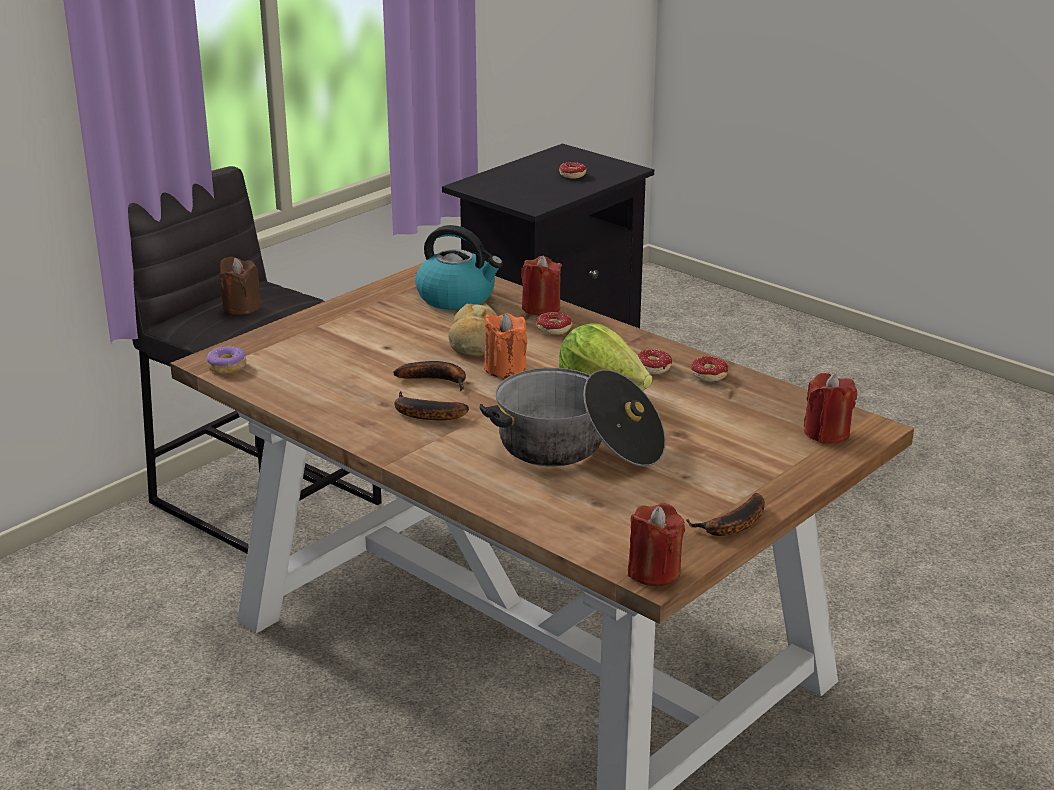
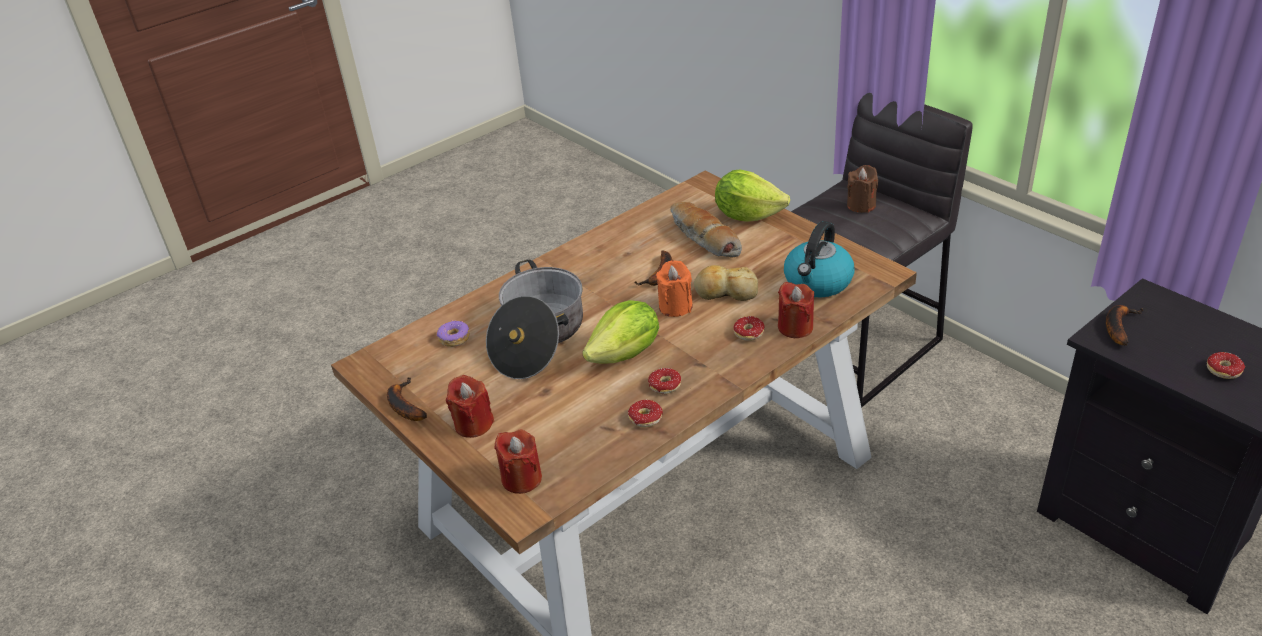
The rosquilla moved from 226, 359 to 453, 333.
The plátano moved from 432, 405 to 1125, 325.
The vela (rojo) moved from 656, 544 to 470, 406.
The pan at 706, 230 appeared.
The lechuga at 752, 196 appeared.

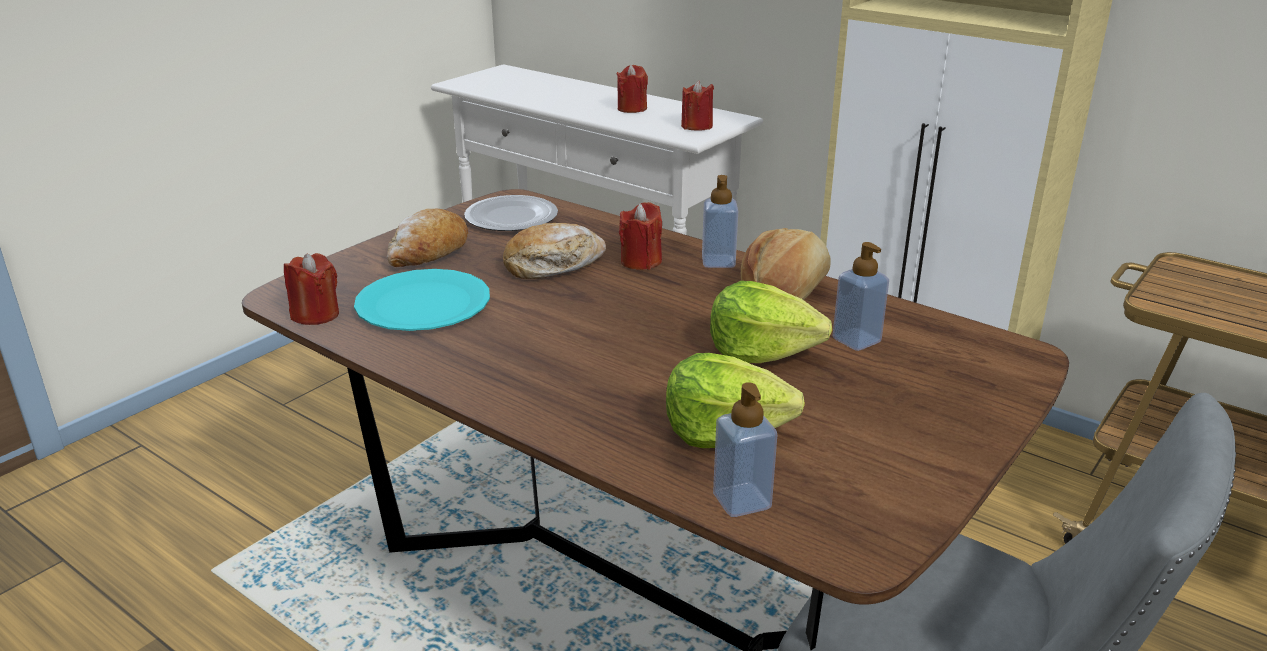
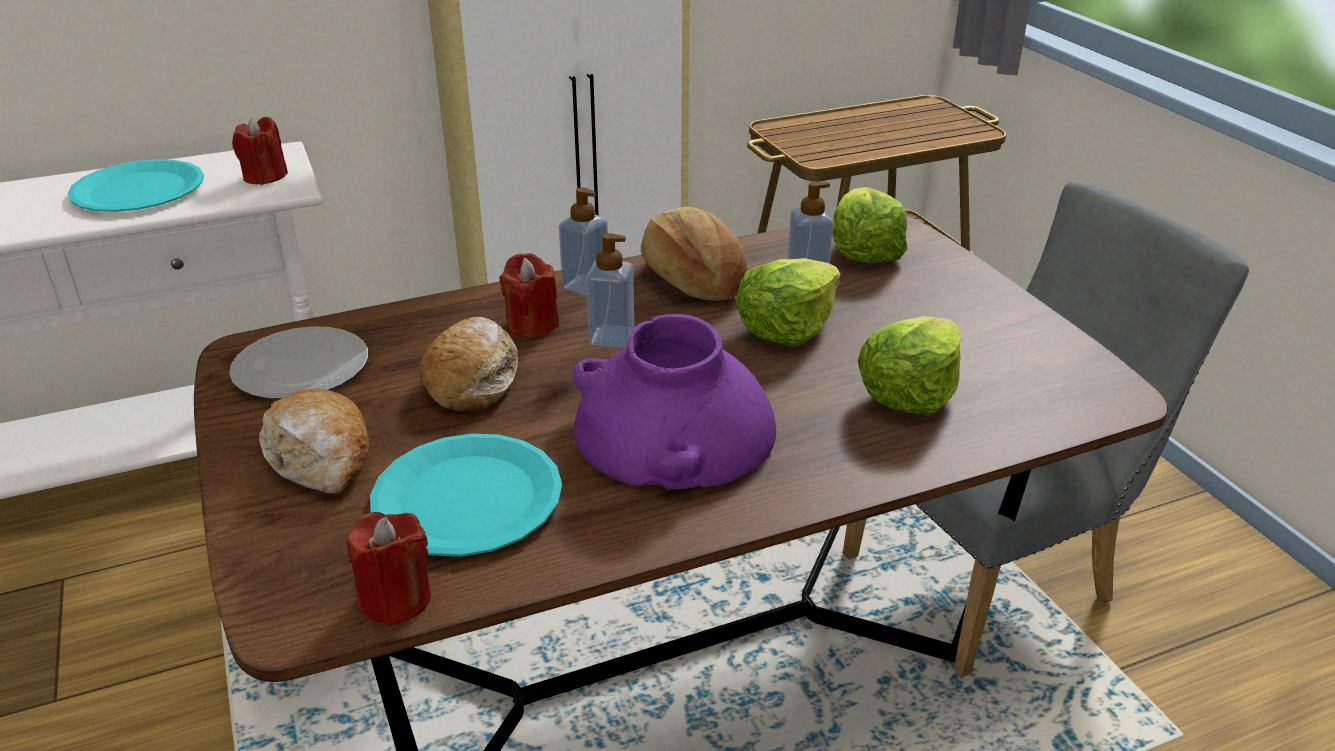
The vela (rojo) at 632, 89 was replaced by the plato (turquesa) at 135, 185.
The dispensador de jabón moved from 745, 449 to 610, 290.
The florero (morado) at 674, 401 appeared.
The lechuga at 869, 225 appeared.

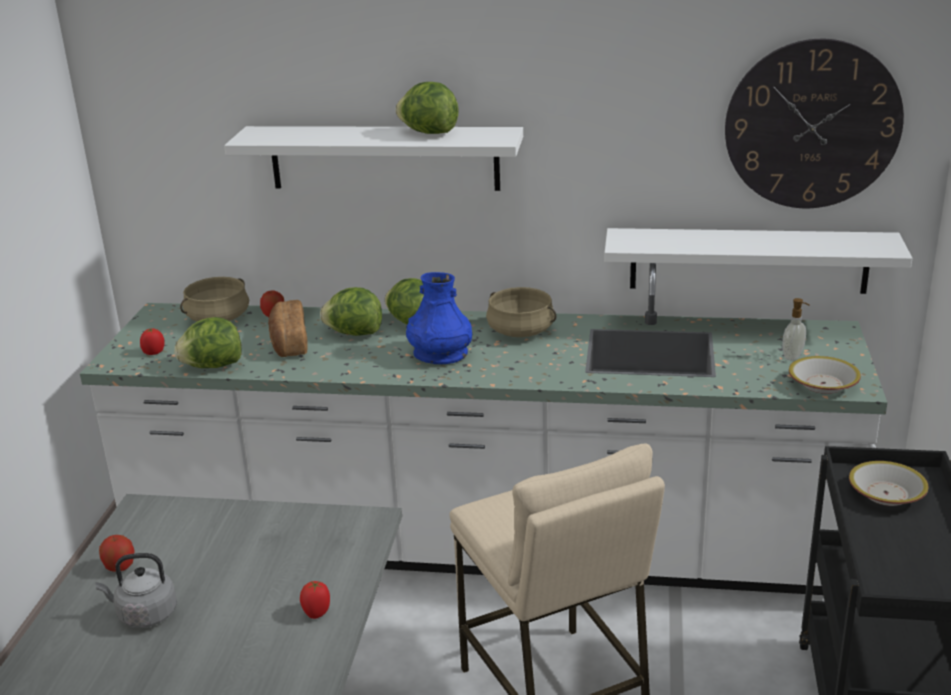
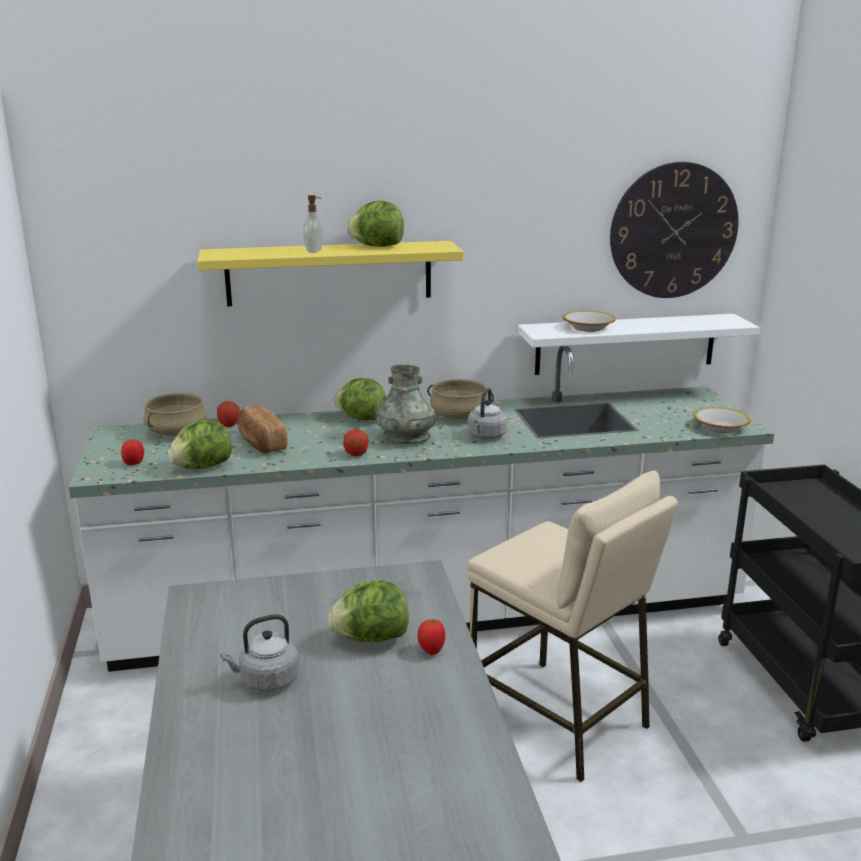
The manzana moved from 117, 553 to 355, 442.
The estante (blanco) at 373, 158 became the estante (amarillo) at 330, 274.
The lechuga moved from 351, 311 to 368, 611.
The florero (azul) at 439, 318 became the florero (gris) at 405, 404.
The dispensador de jabón moved from 796, 329 to 313, 224.
The cuenco moved from 888, 483 to 589, 321.
The hervidor (gris) at 487, 414 appeared.

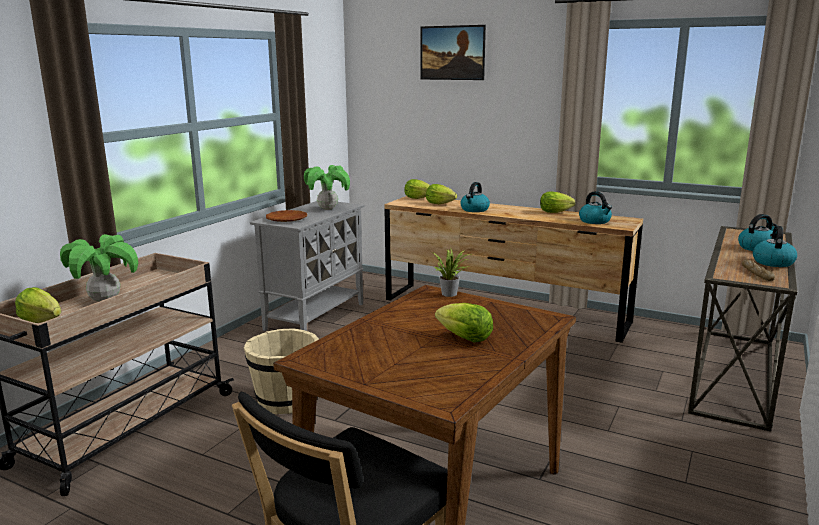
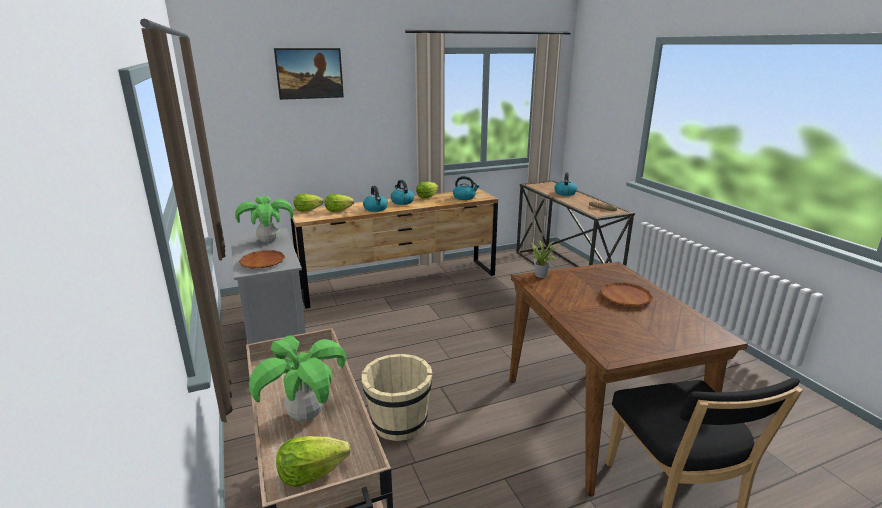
The lechuga at 464, 323 was replaced by the plato (marrón) at 626, 294.
The hervidor moved from 775, 246 to 402, 192.

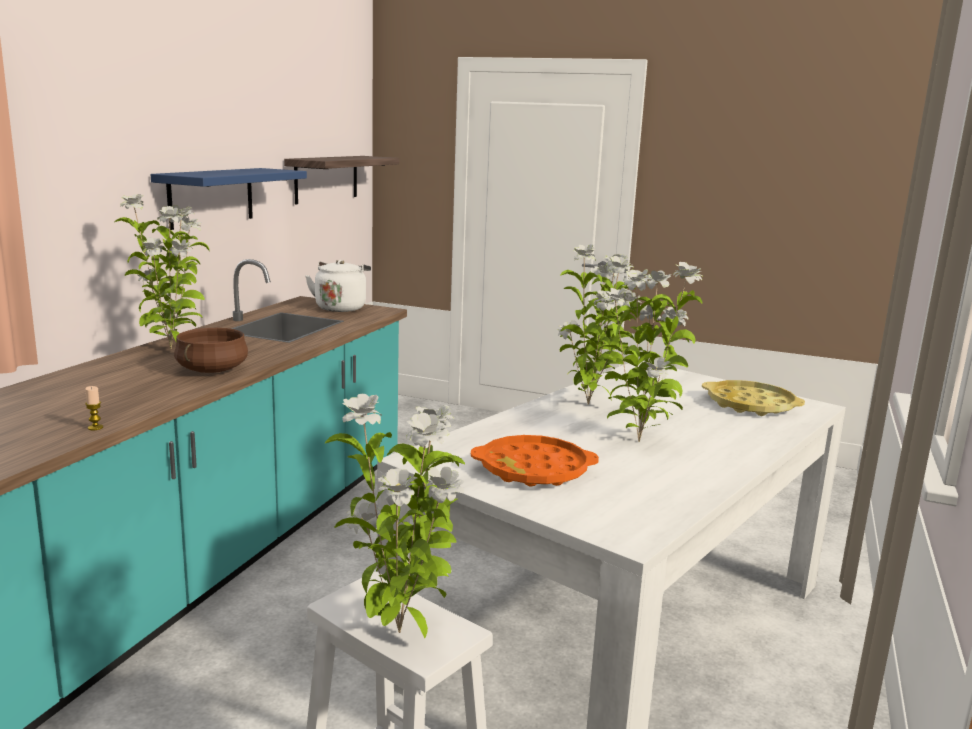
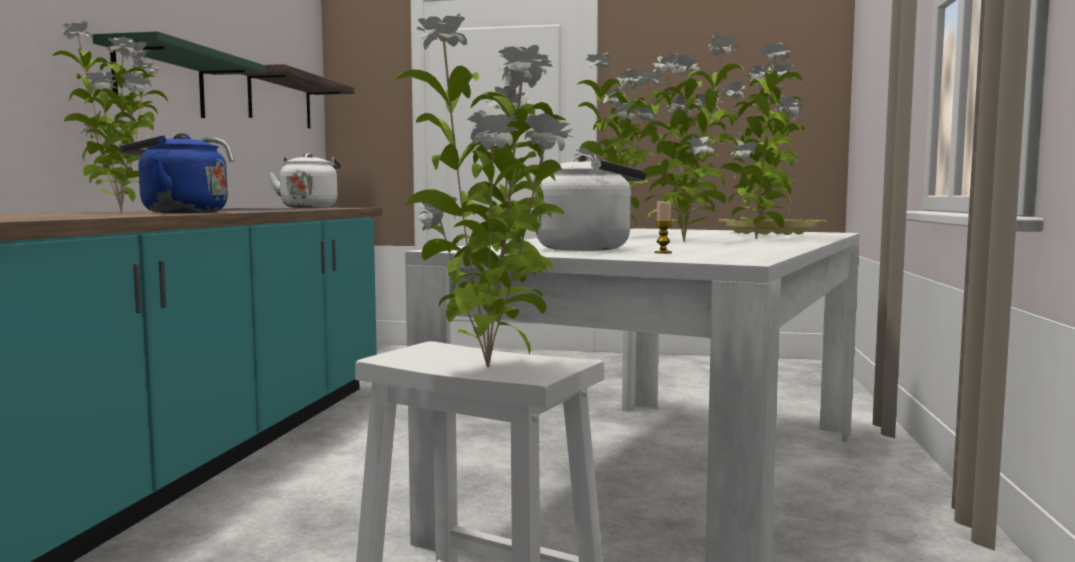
The vela moved from 94, 408 to 663, 227.
The estante (azul) at 229, 199 became the estante (verde) at 179, 74.
The olla (marrón) at 211, 350 was replaced by the hervidor (azul) at 174, 173.
The bandeja (naranja) at 535, 460 was replaced by the hervidor (blanco) at 590, 203.
The planta en maceta at 761, 140 appeared.

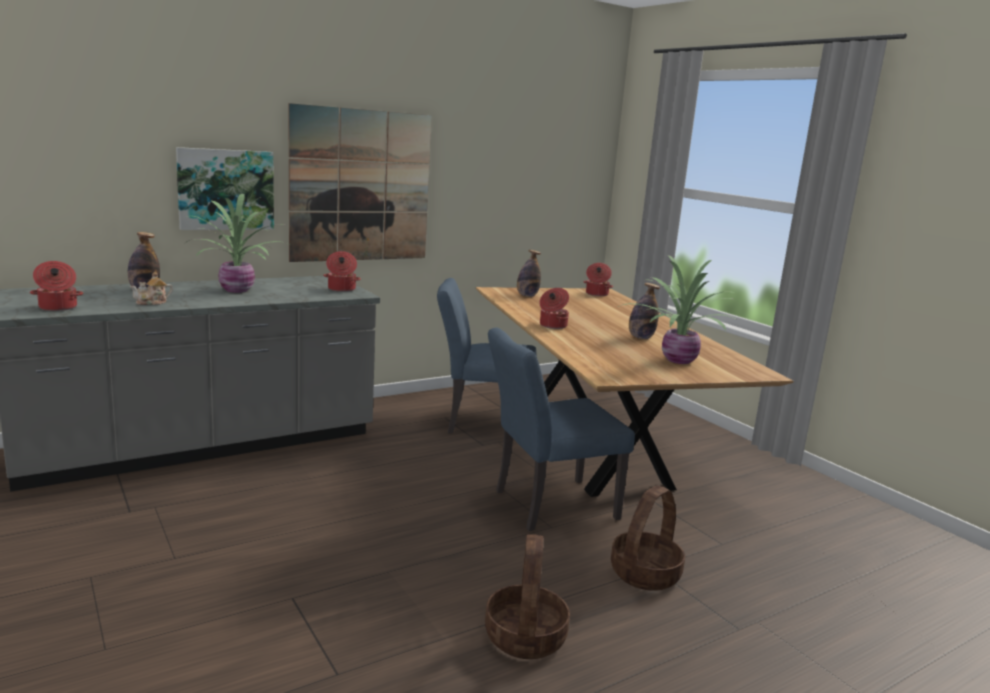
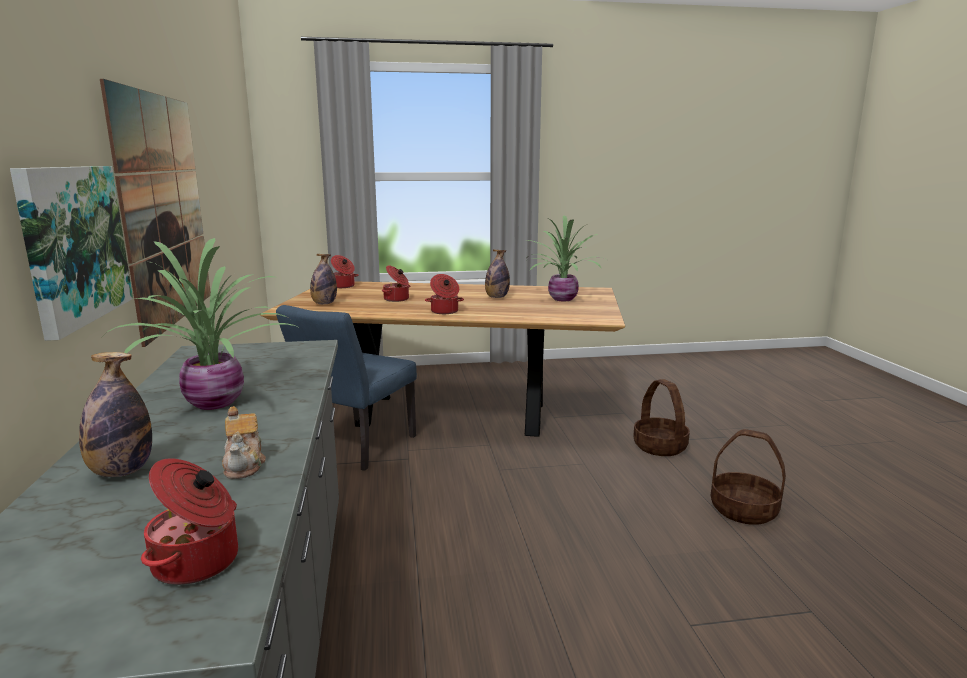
The olla moved from 342, 271 to 396, 283.
The silla (azul) at 561, 429 disappeared.

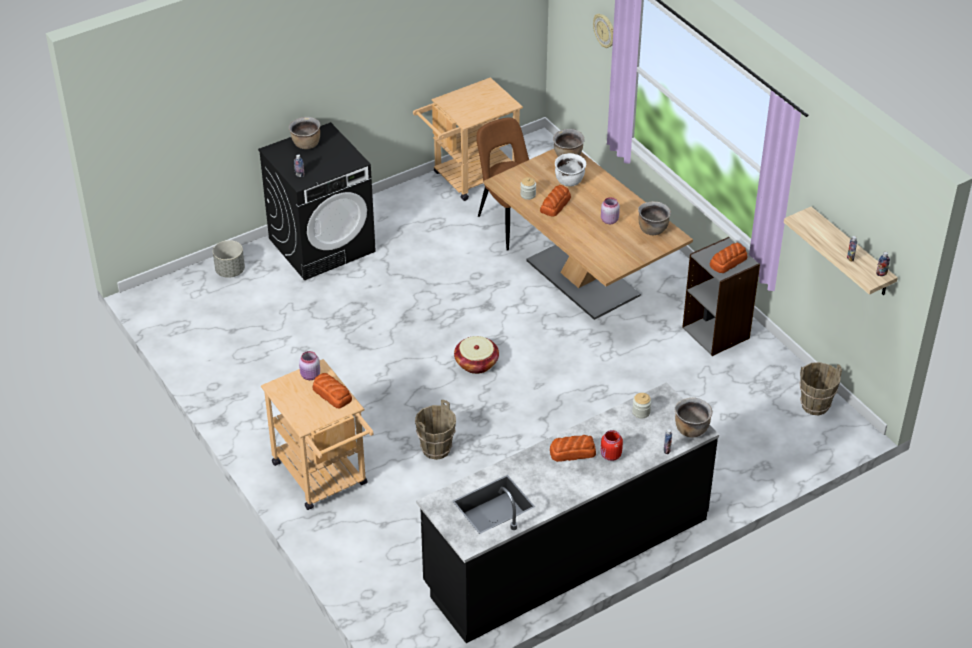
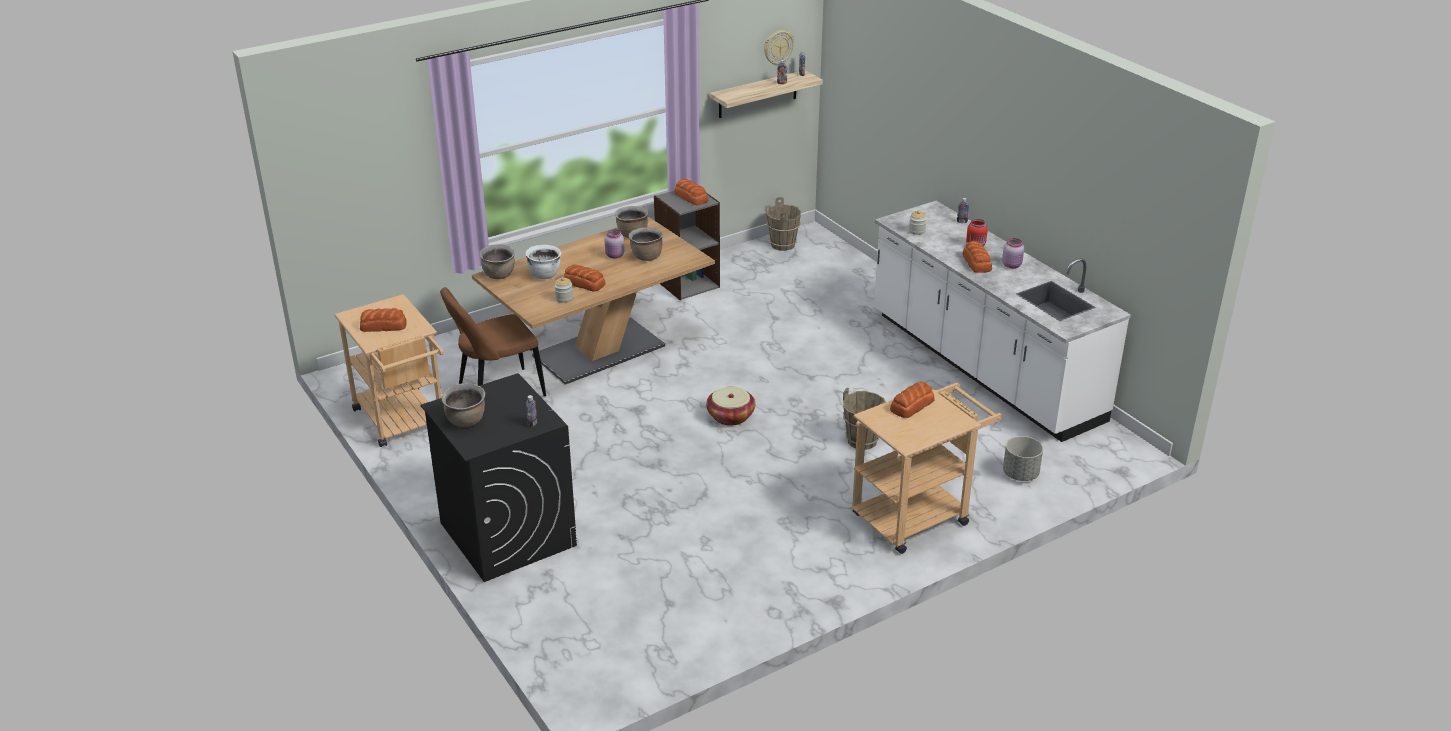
The maceta (gris) moved from 229, 259 to 1023, 458.
The tarro (rosa) moved from 309, 365 to 1013, 253.
The mueble bajo de cocina (negro) at 567, 512 became the mueble bajo de cocina (blanco) at 1002, 321.
The reloj de pared moved from 603, 31 to 779, 47.
The olla (marrón) moved from 693, 418 to 646, 244.
The pan at 383, 320 appeared.

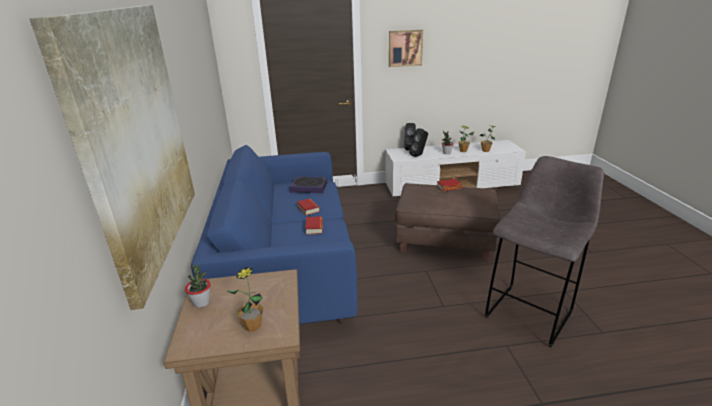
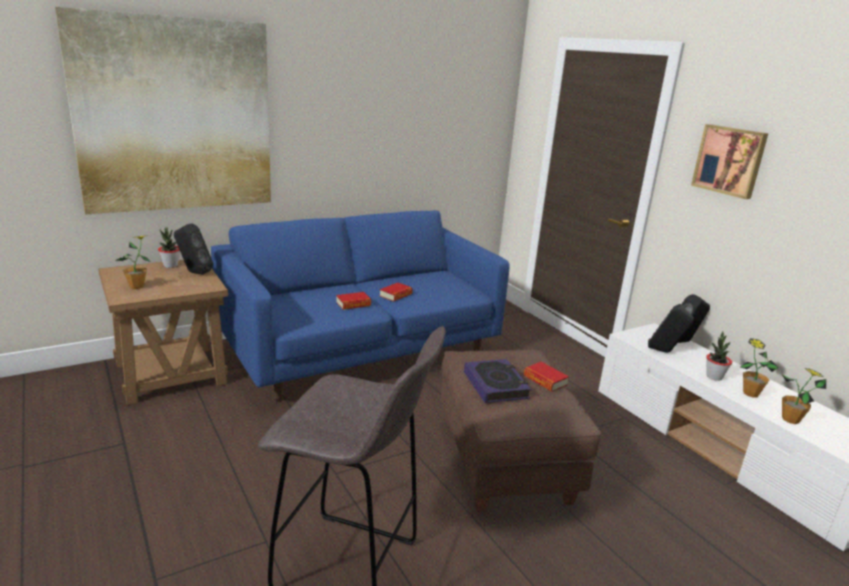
The libro moved from 309, 184 to 498, 381.
The altavoz (negro) at 193, 249 appeared.

